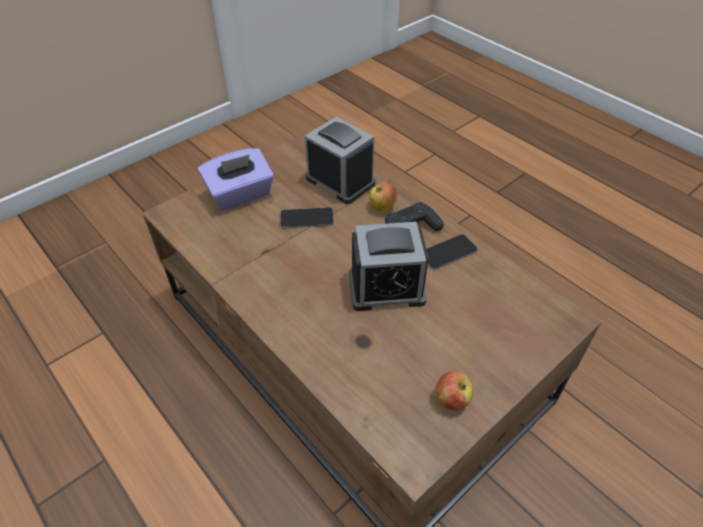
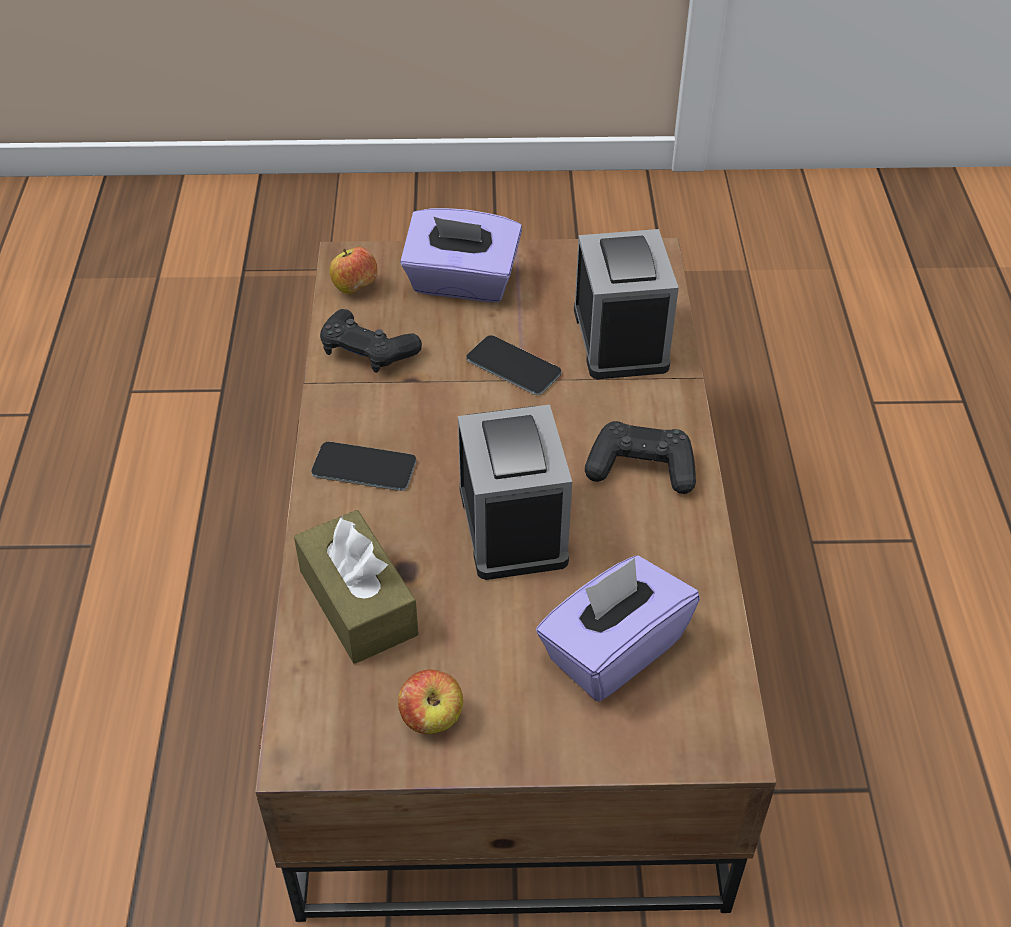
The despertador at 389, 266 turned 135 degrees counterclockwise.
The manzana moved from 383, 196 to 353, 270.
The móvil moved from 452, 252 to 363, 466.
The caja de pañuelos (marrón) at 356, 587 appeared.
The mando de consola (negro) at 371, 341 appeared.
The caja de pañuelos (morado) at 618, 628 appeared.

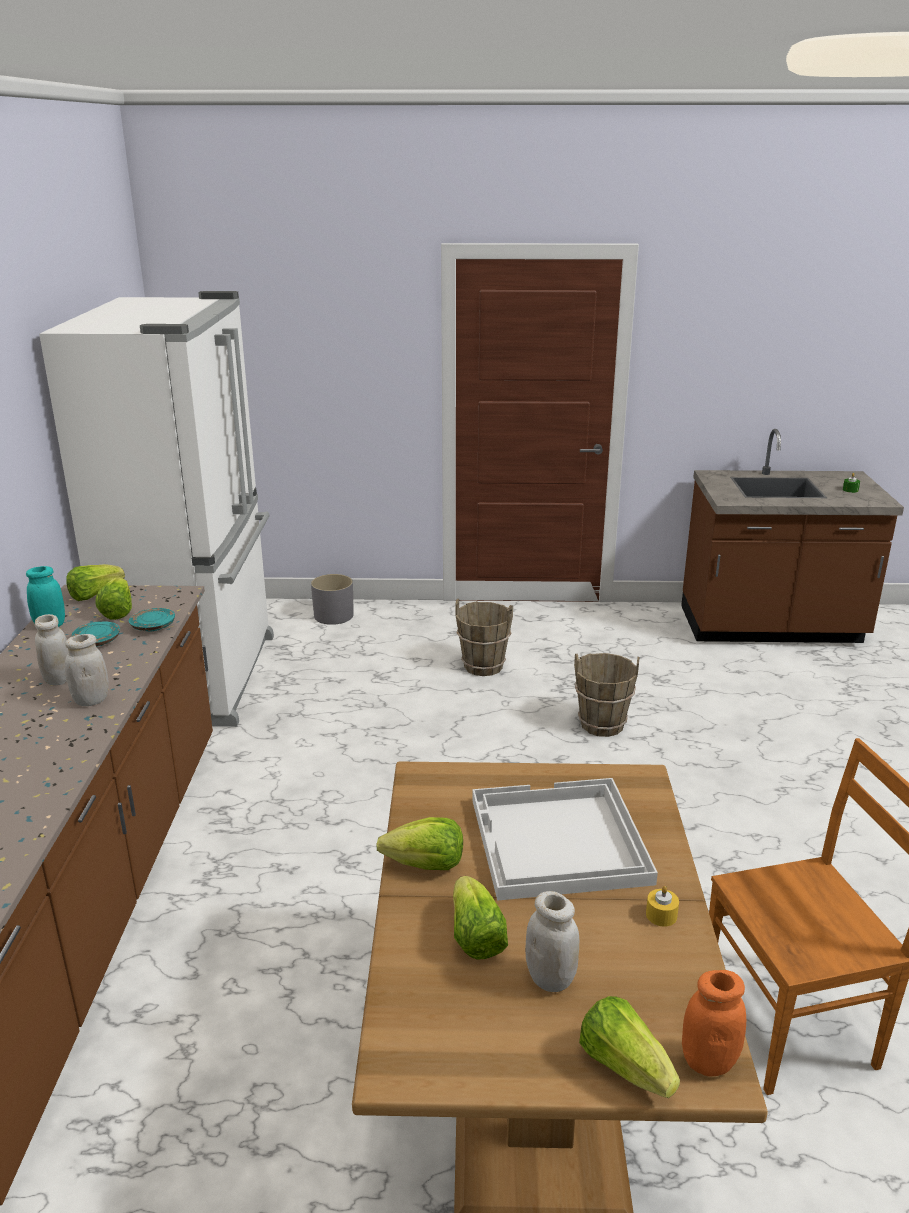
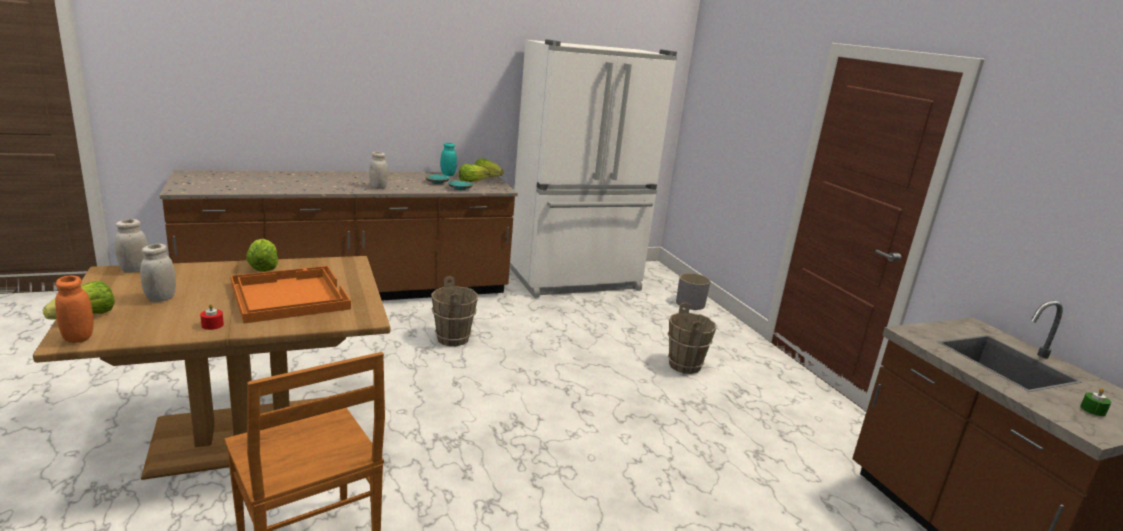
The tarro (blanco) moved from 52, 650 to 131, 246.
The lechuga at 480, 918 disappeared.
The bandeja (blanco) at 565, 839 became the bandeja (naranja) at 291, 295.
The cubo (marrón) moved from 607, 695 to 454, 311.
The vela (amarillo) at 662, 906 became the vela (rojo) at 212, 317.

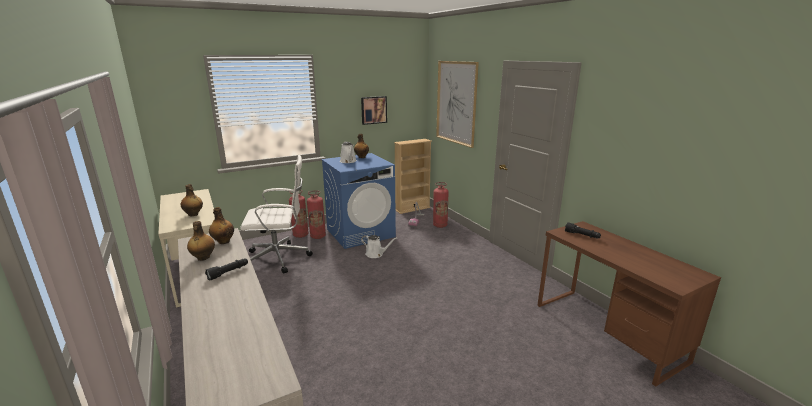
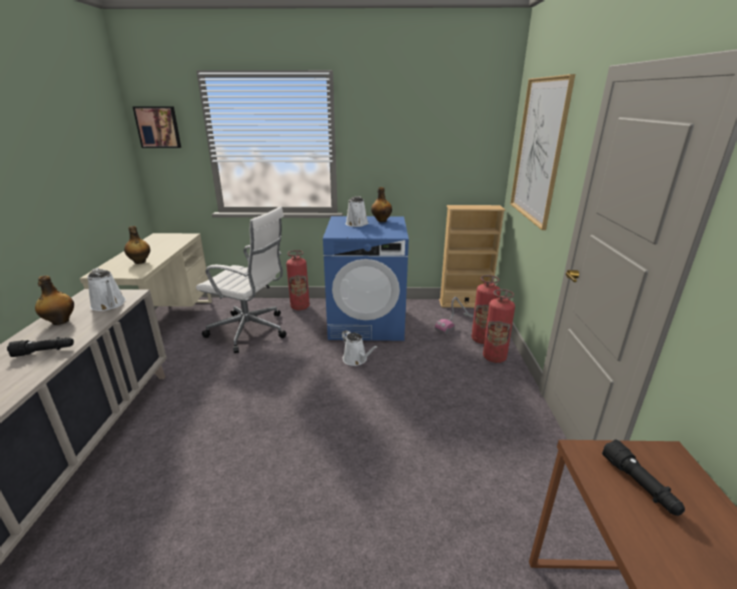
The botella at 221, 225 was replaced by the regadera (blanco) at 106, 289.
The extintor moved from 316, 214 to 499, 326.
The cuadro moved from 374, 110 to 157, 127.

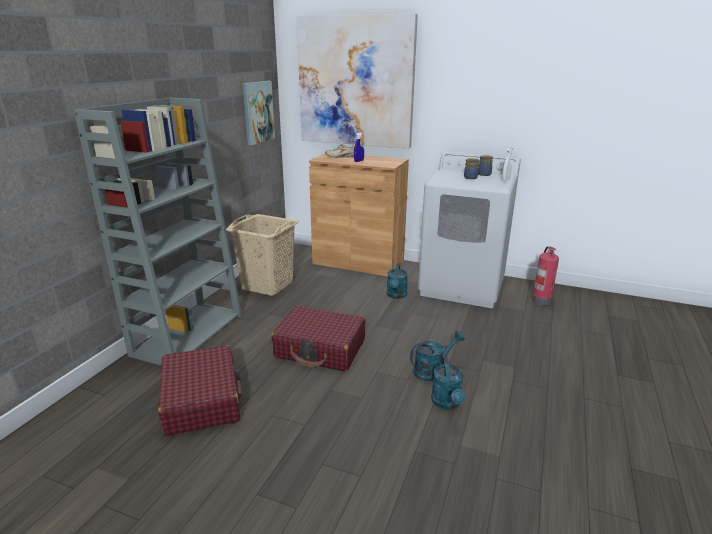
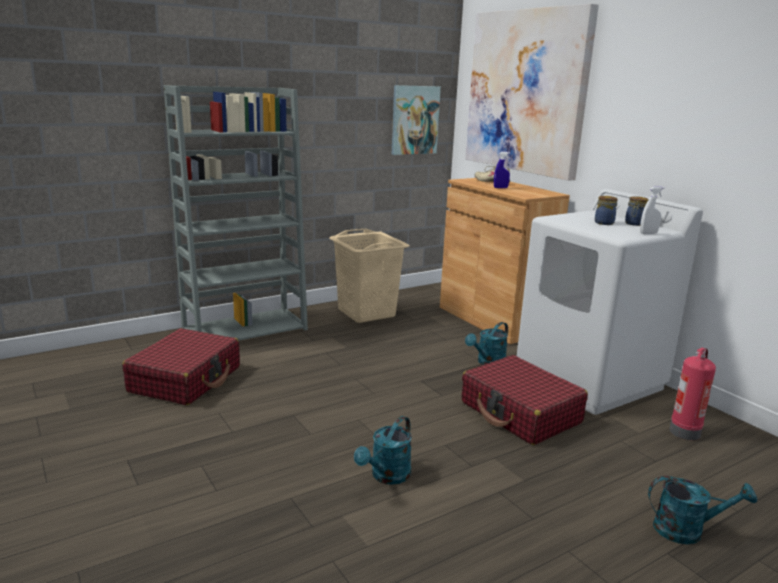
The maleta (rojo) moved from 318, 338 to 525, 400.
The regadera (turquesa) moved from 437, 356 to 702, 510.

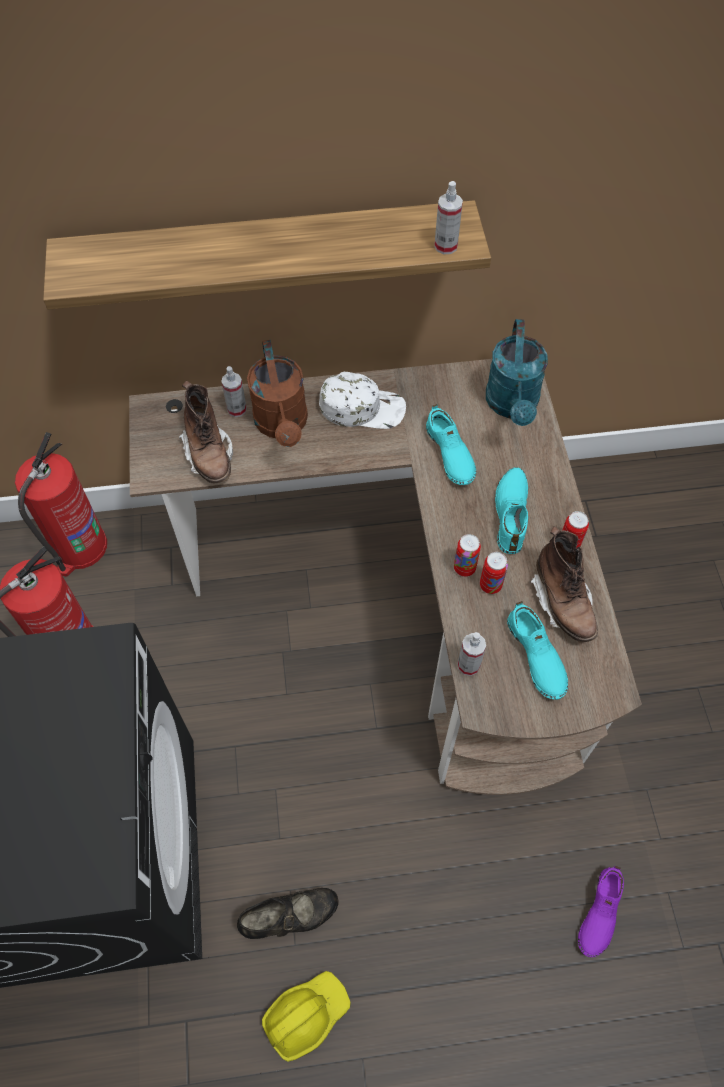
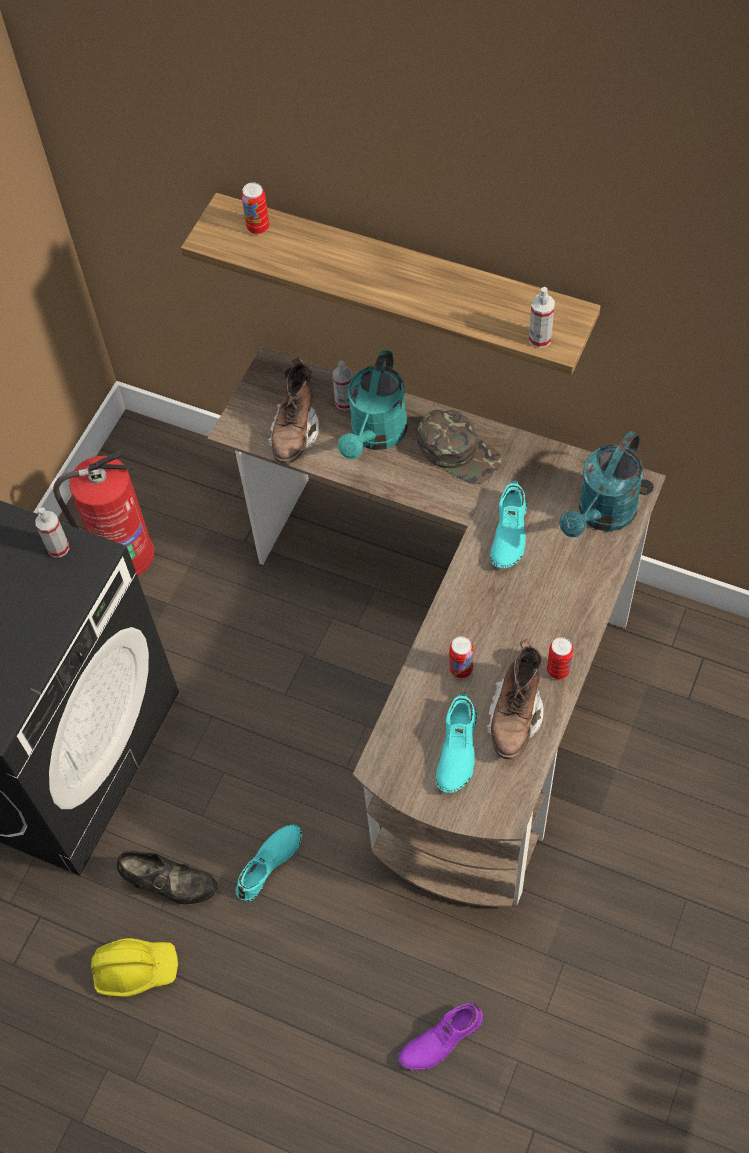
The extintor at 61, 504 disappeared.
The regadera (marrón) at 277, 393 became the regadera (turquesa) at 373, 404.
The gorra (blanco) at 362, 400 became the gorra (verde) at 459, 446.
The lata moved from 467, 555 to 255, 208.
The pulverizador moved from 472, 654 to 52, 532.
The zapato (turquesa) moved from 511, 510 to 269, 863.

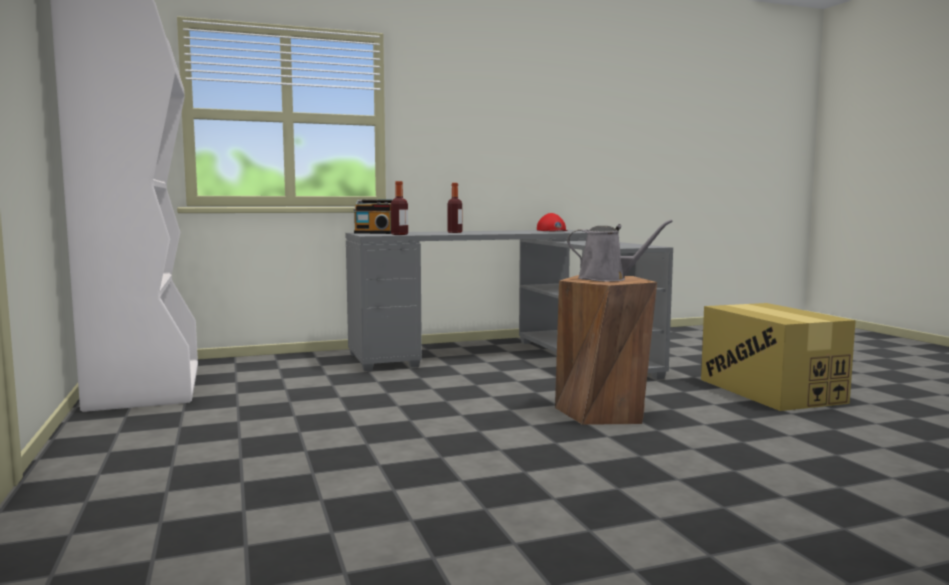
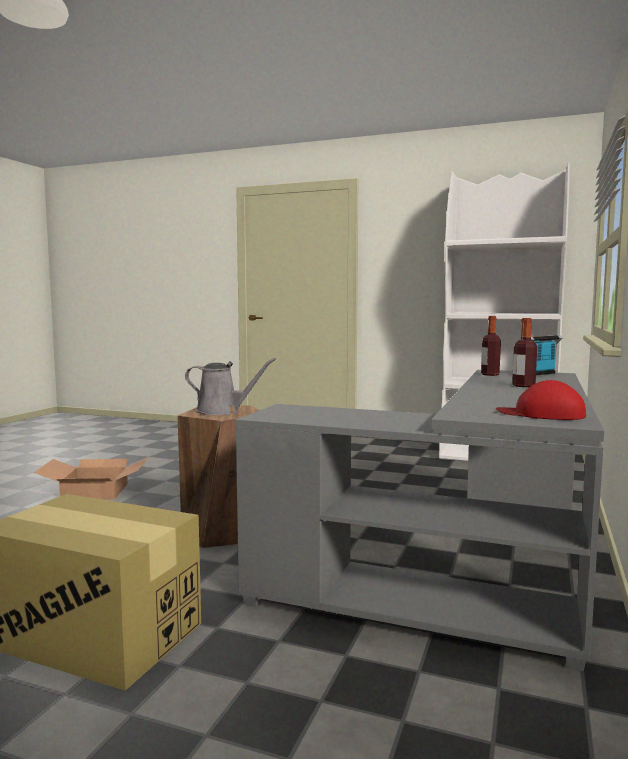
The regadera (gris) at 620, 250 turned 135 degrees counterclockwise.
The caja de cartón at 91, 478 appeared.

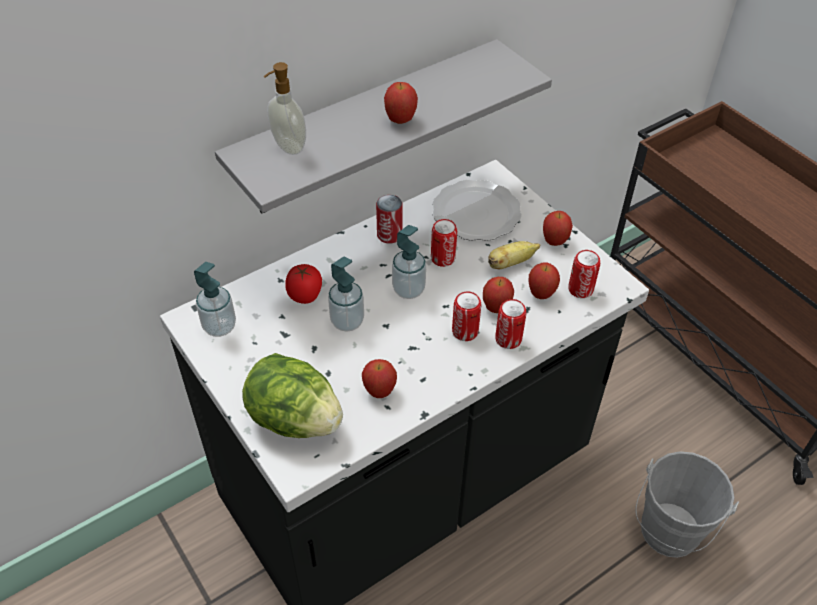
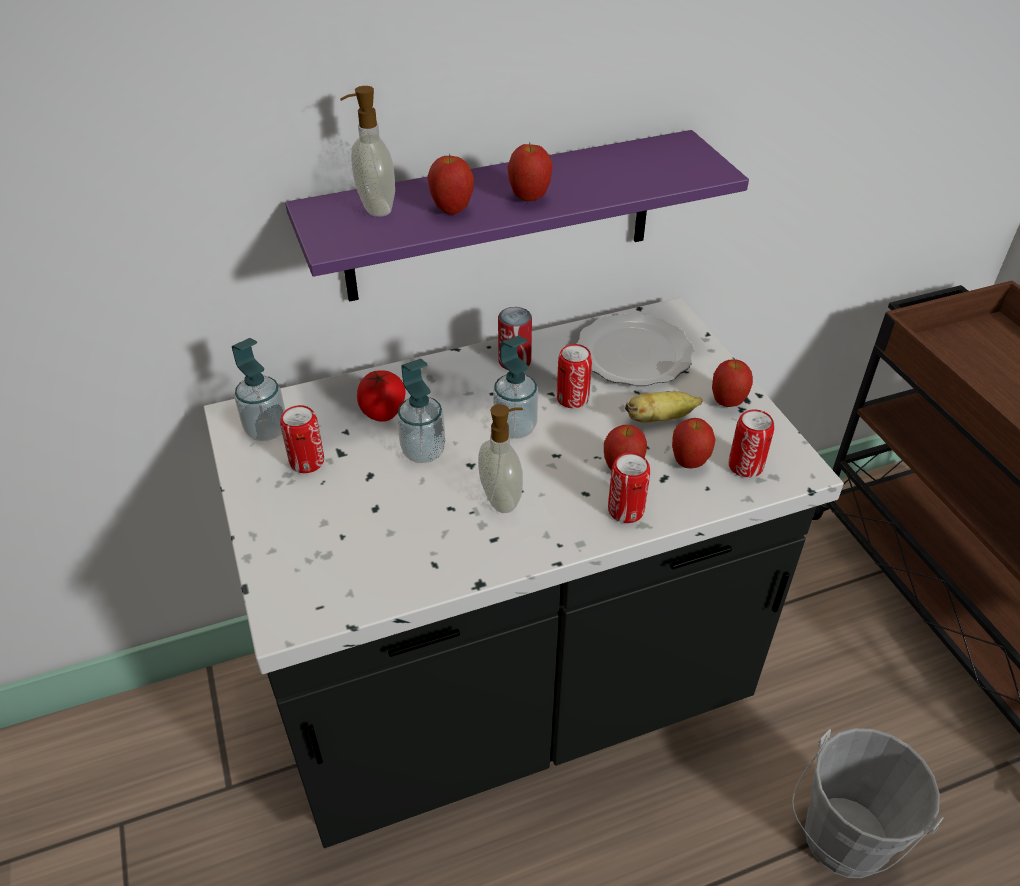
The estante (gris) at 383, 126 became the estante (morado) at 517, 216.
The lechuga at 292, 395 disappeared.
The manzana moved from 379, 378 to 450, 184.
The lata moved from 466, 316 to 302, 439.
The dispensador de jabón at 500, 458 appeared.

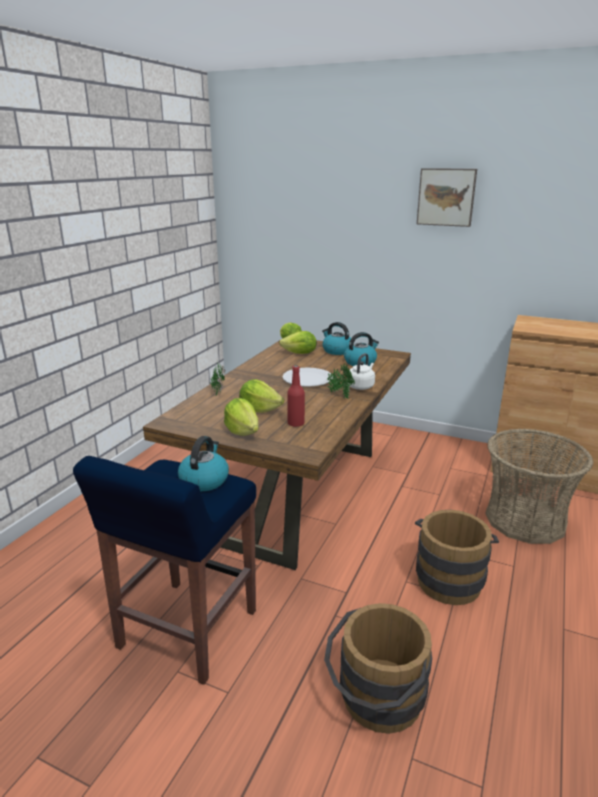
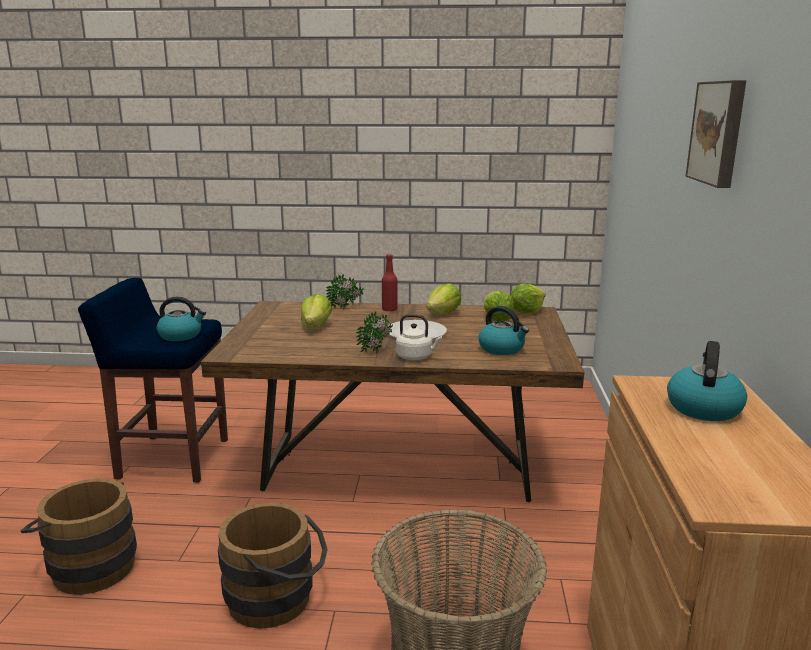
The lechuga moved from 241, 417 to 443, 299.
The botella (rojo) moved from 296, 396 to 390, 282.
The hervidor moved from 336, 338 to 707, 381.

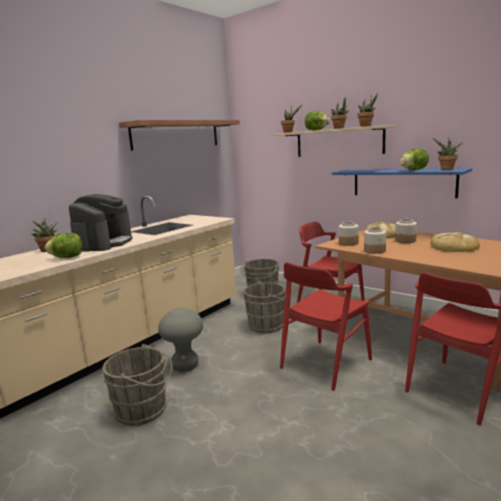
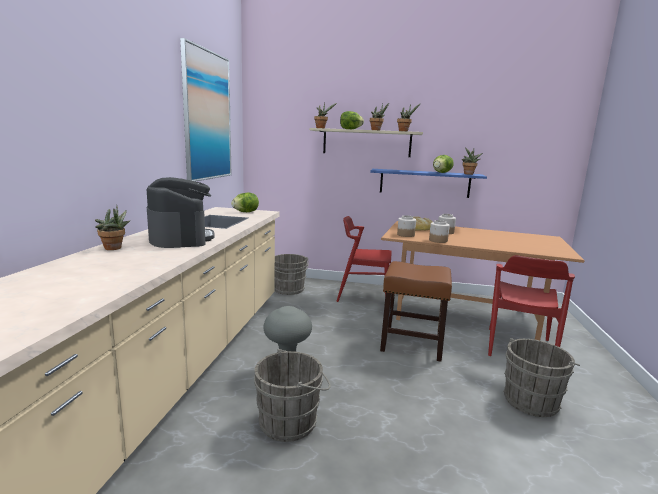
The lechuga moved from 63, 245 to 245, 202.
The estante at 179, 135 was replaced by the cuadro at 205, 110.
The cubo (gris) moved from 267, 307 to 541, 377.
The silla (rojo) at 326, 326 was replaced by the taburete (marrón) at 416, 311.
The pan at 455, 242 disappeared.

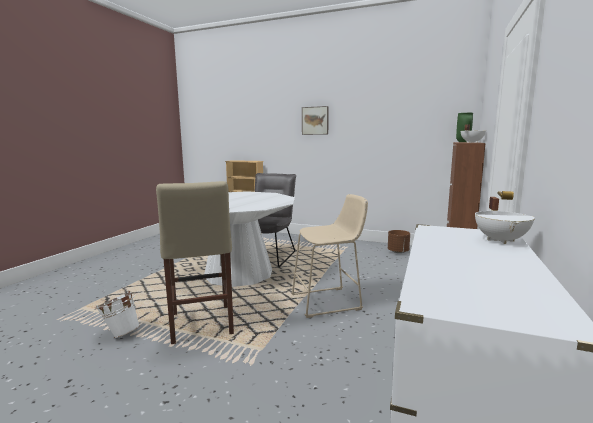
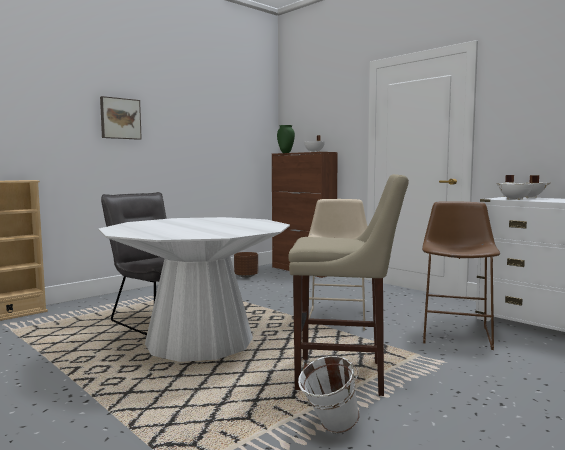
The taburete (marrón) at 461, 275 appeared.
The olla (blanco) at 517, 187 appeared.

